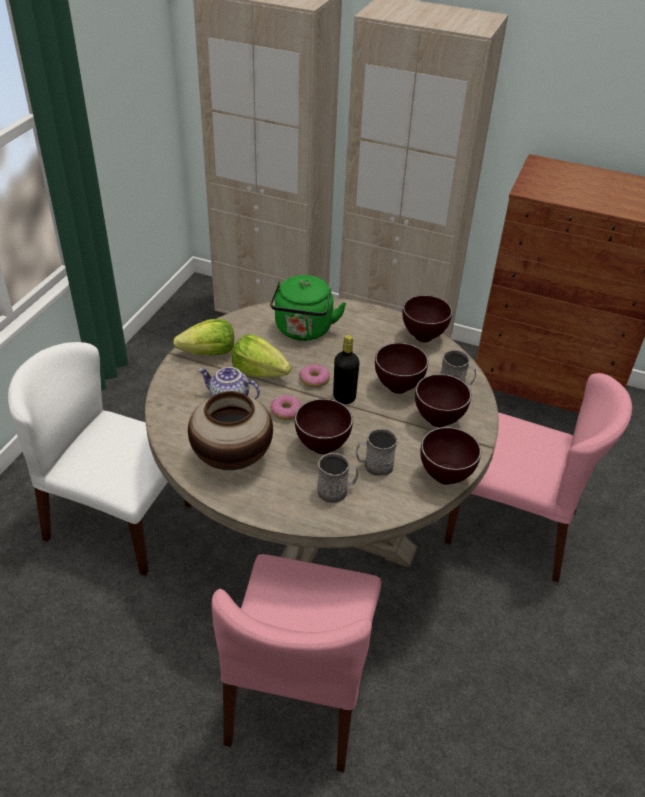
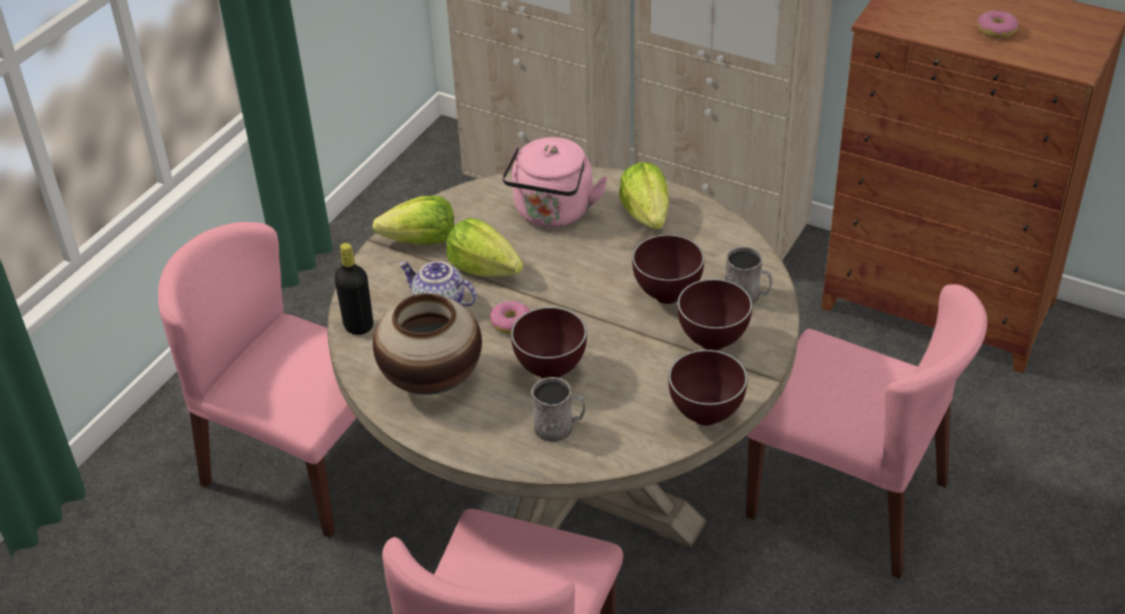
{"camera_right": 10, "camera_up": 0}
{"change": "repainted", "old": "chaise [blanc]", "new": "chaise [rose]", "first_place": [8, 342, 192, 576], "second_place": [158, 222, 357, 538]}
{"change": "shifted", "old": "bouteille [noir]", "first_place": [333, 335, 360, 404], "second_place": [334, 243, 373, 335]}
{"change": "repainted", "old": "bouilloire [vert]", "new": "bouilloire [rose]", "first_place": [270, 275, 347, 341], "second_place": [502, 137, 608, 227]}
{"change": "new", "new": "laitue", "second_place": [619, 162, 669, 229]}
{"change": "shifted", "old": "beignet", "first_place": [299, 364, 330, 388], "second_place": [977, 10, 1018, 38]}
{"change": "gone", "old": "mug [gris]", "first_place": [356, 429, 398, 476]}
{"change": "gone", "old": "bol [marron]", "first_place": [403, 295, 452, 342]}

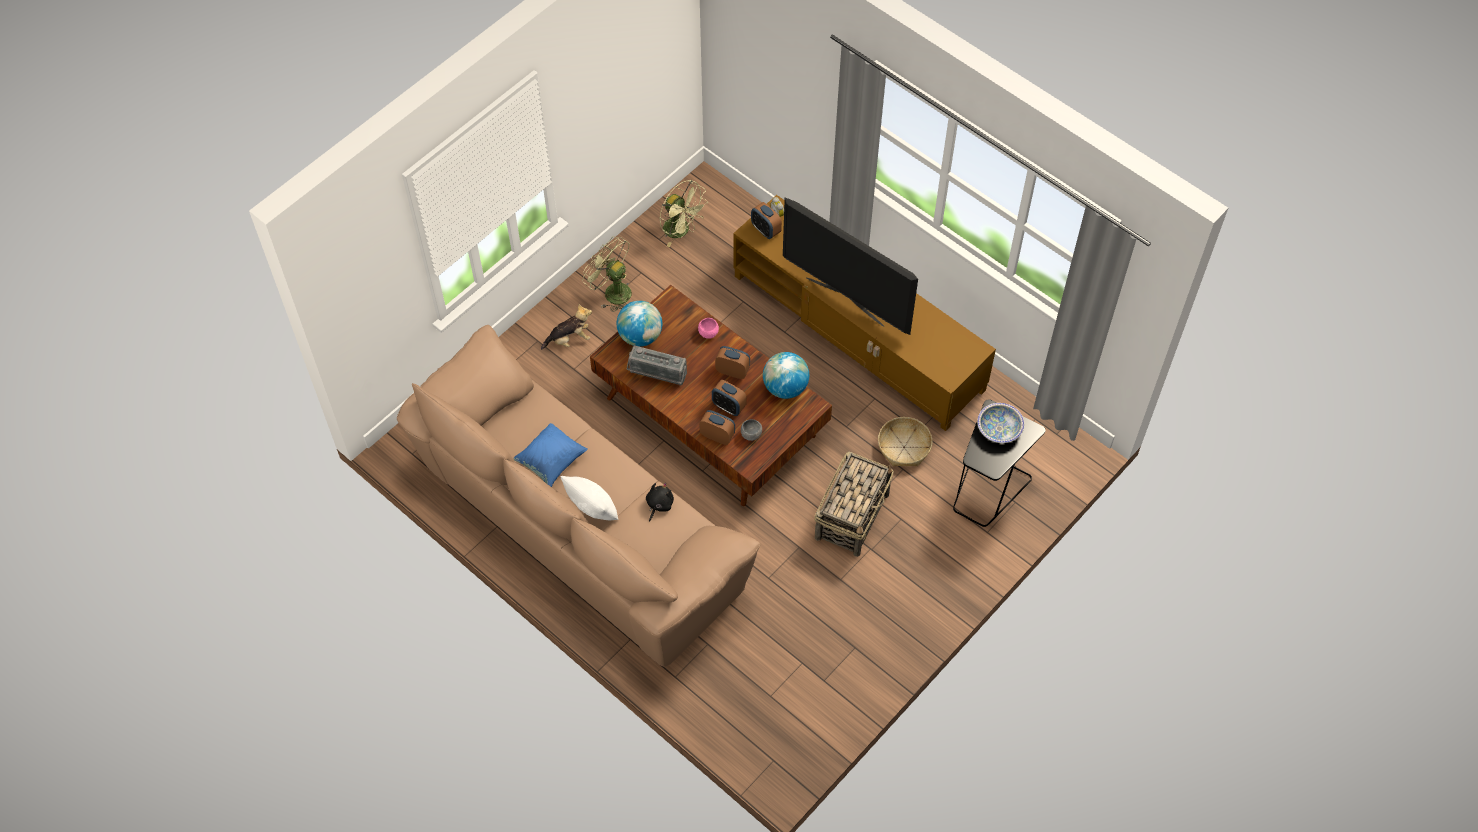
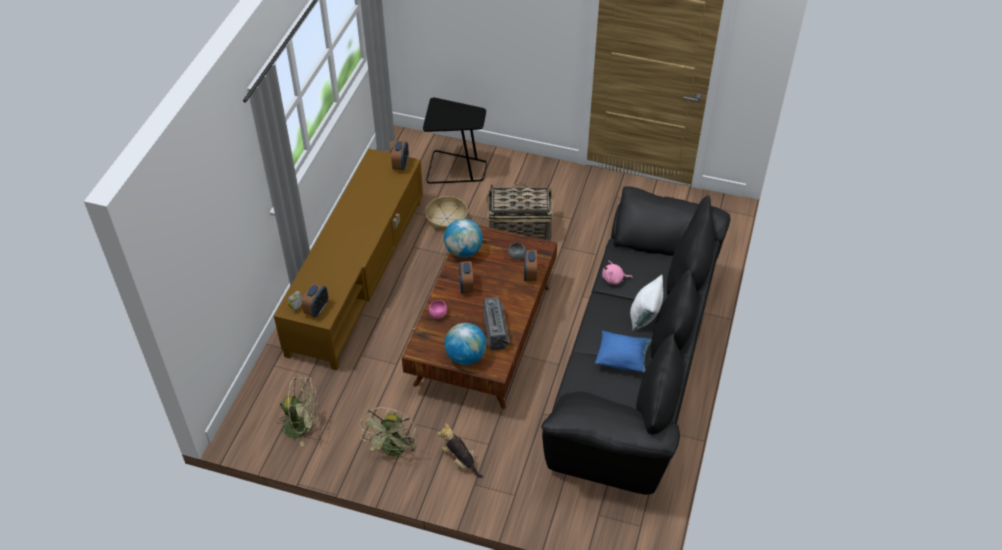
{"camera_right": -115, "camera_up": -10}
{"change": "rotated", "old": "ventilateur [vert]", "first_place": [659, 180, 707, 247], "second_place": [277, 376, 318, 447], "degrees": 75}
{"change": "shifted", "old": "réveil", "first_place": [712, 380, 747, 416], "second_place": [391, 141, 409, 170]}
{"change": "repainted", "old": "canapé [beige]", "new": "canapé [noir]", "first_place": [397, 325, 761, 667], "second_place": [541, 186, 730, 495]}
{"change": "repainted", "old": "peluche [noir]", "new": "peluche [rose]", "first_place": [646, 483, 674, 522], "second_place": [602, 261, 633, 285]}
{"change": "gone", "old": "téléviseur", "first_place": [783, 198, 918, 335]}
{"change": "gone", "old": "bol", "first_place": [977, 403, 1024, 443]}

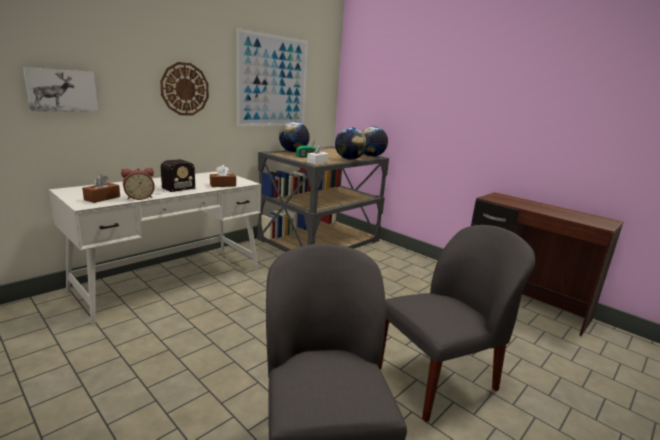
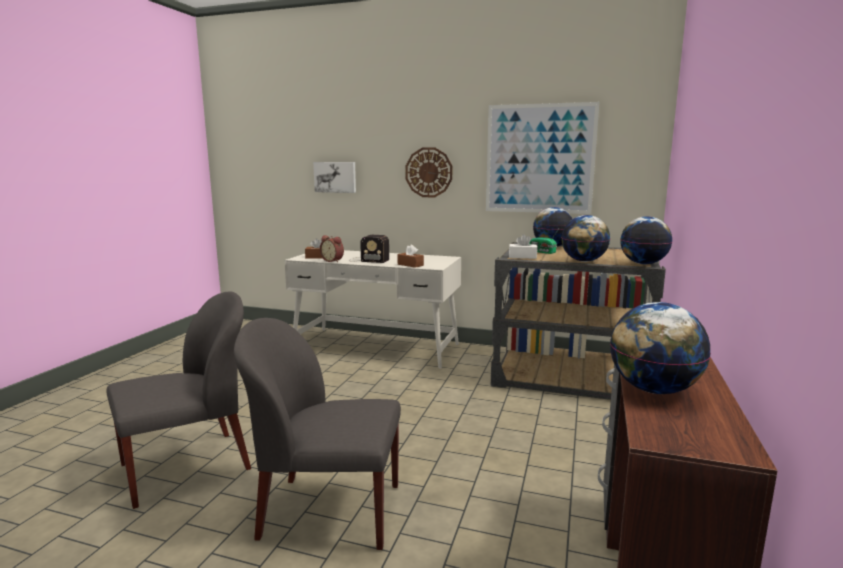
{"camera_right": 65, "camera_up": -5}
{"change": "rotated", "old": "chaise [gris]", "first_place": [379, 225, 535, 422], "second_place": [234, 318, 401, 550], "degrees": 150}
{"change": "new", "new": "globe", "second_place": [610, 302, 711, 394]}

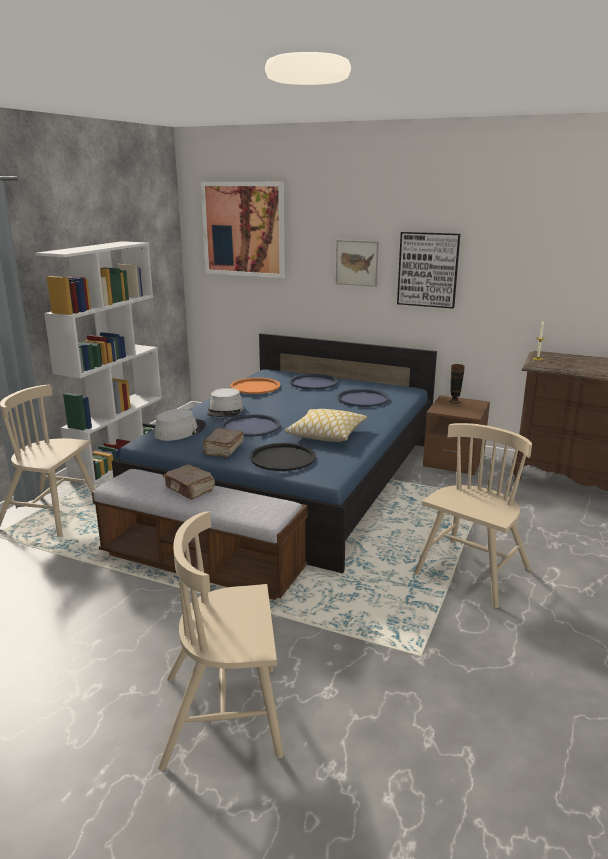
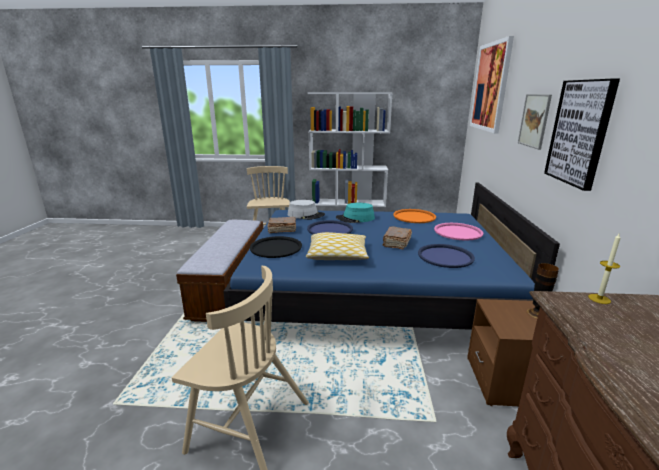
{"camera_right": 70, "camera_up": 0}
{"change": "repainted", "old": "chapeau [gris]", "new": "chapeau [turquoise]", "first_place": [207, 388, 243, 417], "second_place": [336, 203, 375, 223]}
{"change": "shifted", "old": "livre [marron]", "first_place": [163, 464, 215, 499], "second_place": [382, 226, 412, 250]}
{"change": "repainted", "old": "plateau [bleu]", "new": "plateau [rose]", "first_place": [290, 374, 338, 390], "second_place": [434, 223, 483, 241]}
{"change": "gone", "old": "chaise [beige]", "first_place": [158, 512, 284, 771]}

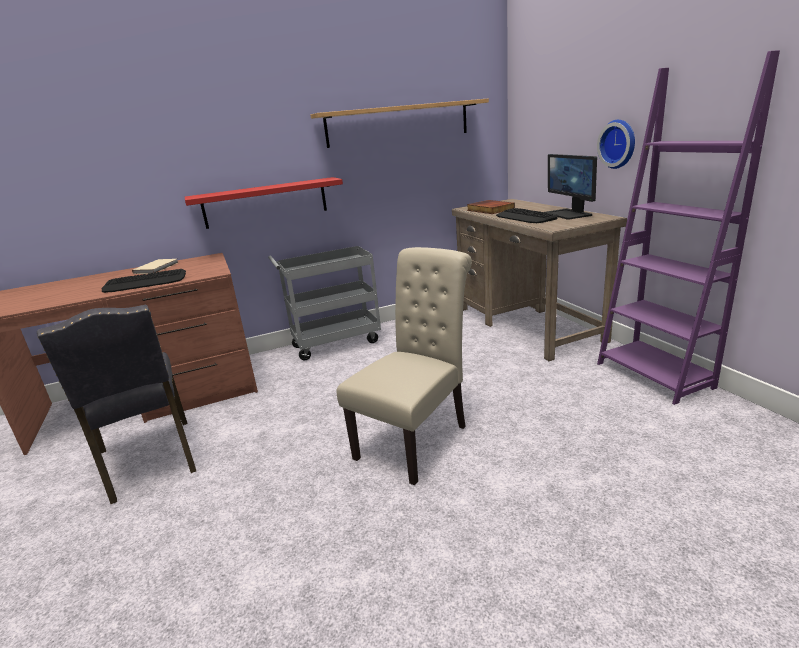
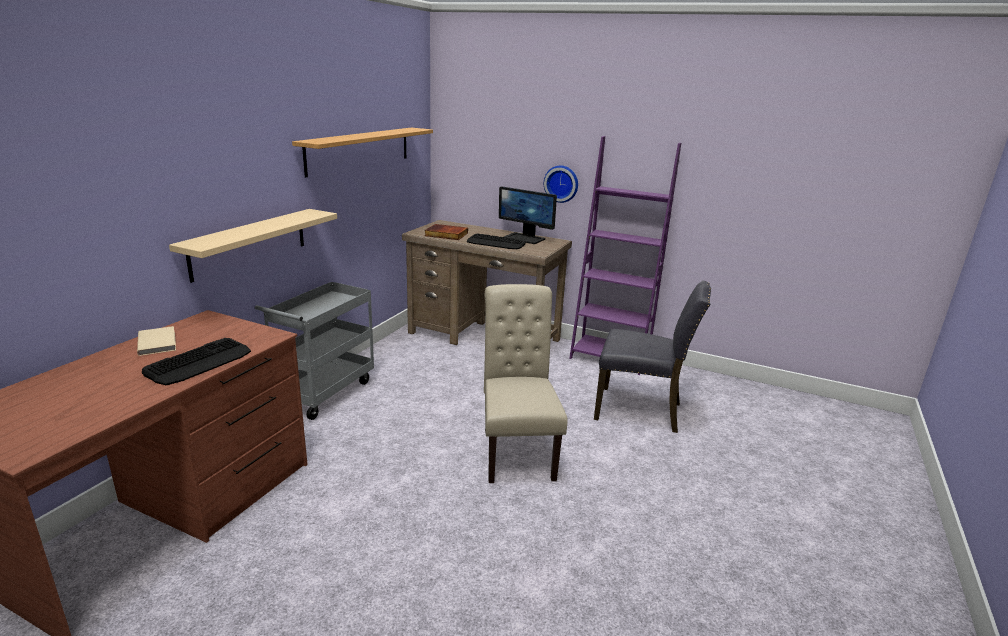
{"camera_right": -45, "camera_up": 0}
{"change": "repainted", "old": "étagère [rouge]", "new": "étagère [beige]", "first_place": [185, 177, 343, 229], "second_place": [169, 209, 337, 283]}
{"change": "shifted", "old": "chaise [gris]", "first_place": [37, 305, 196, 504], "second_place": [594, 281, 711, 433]}

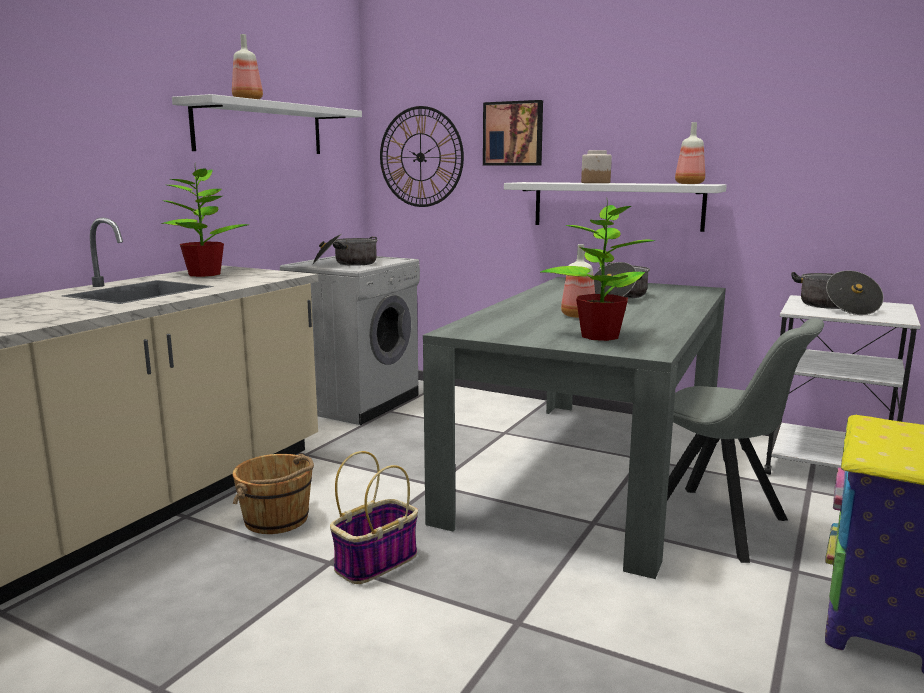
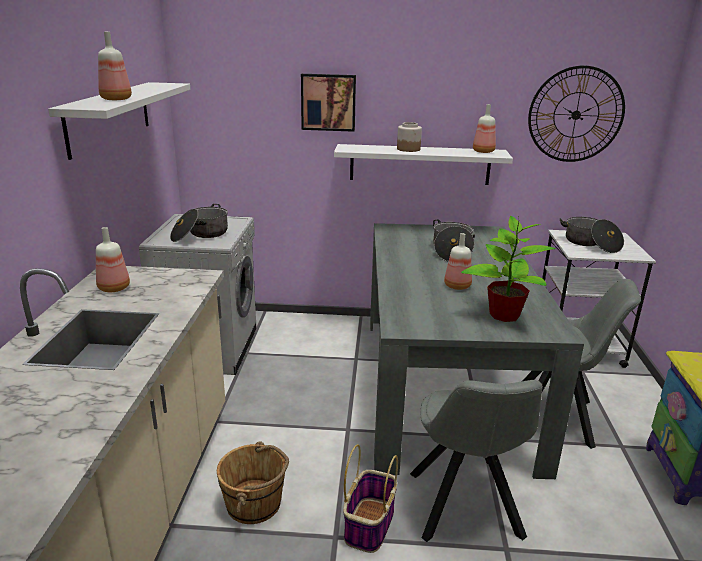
{"camera_right": -25, "camera_up": 10}
{"change": "swapped", "old": "plante en pot", "new": "bouteille", "first_place": [161, 168, 250, 277], "second_place": [96, 227, 130, 292]}
{"change": "new", "new": "chaise [gris]", "second_place": [410, 380, 543, 542]}
{"change": "shifted", "old": "horloge murale", "first_place": [380, 106, 464, 207], "second_place": [528, 66, 625, 162]}

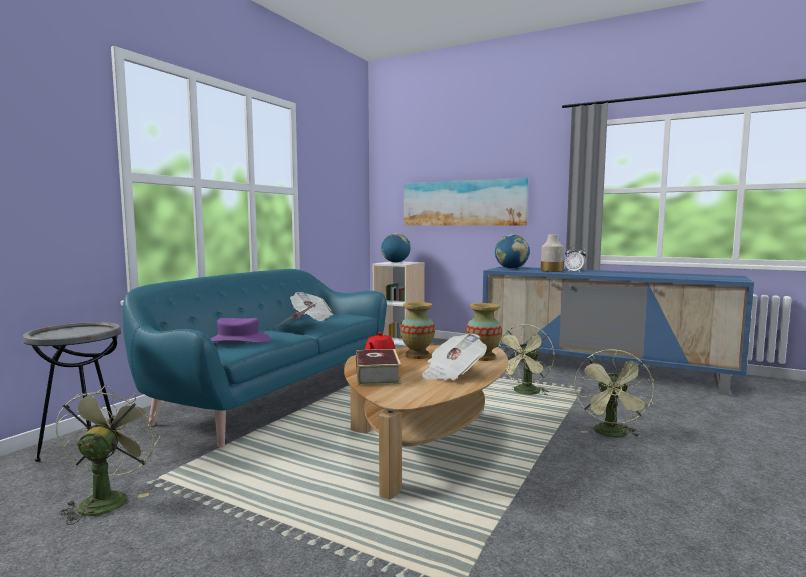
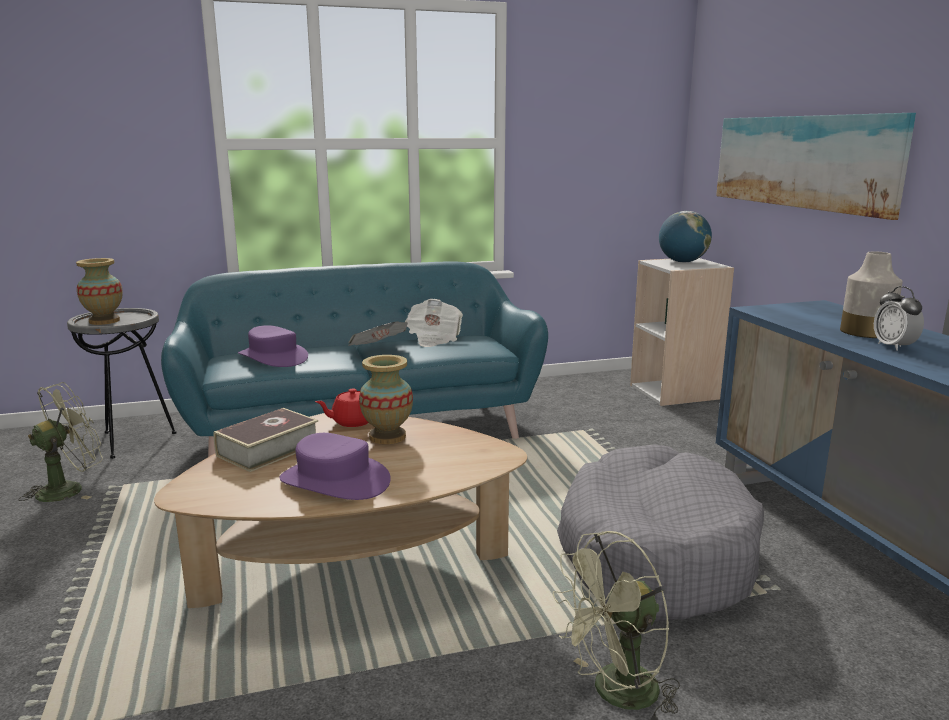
{"camera_right": 45, "camera_up": 10}
{"change": "shifted", "old": "vase", "first_place": [466, 303, 502, 361], "second_place": [76, 258, 123, 325]}
{"change": "swapped", "old": "journal", "new": "chapeau [violet]", "first_place": [422, 333, 487, 380], "second_place": [279, 433, 391, 500]}
{"change": "swapped", "old": "ventilateur [vert]", "new": "panier pour chien [gris]", "first_place": [498, 324, 554, 395], "second_place": [557, 444, 764, 621]}
{"change": "gone", "old": "globe", "first_place": [495, 234, 530, 269]}

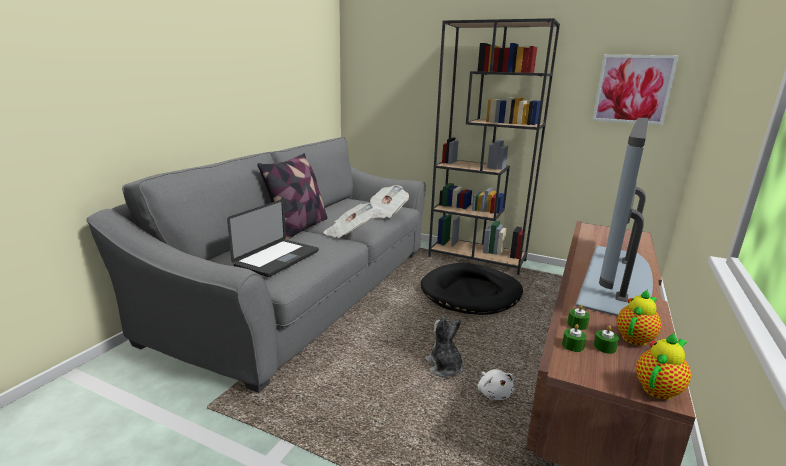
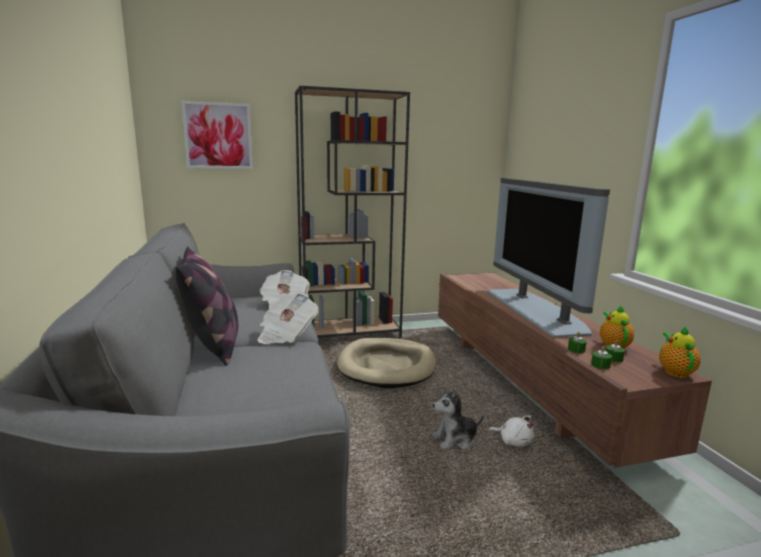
{"camera_right": -40, "camera_up": -5}
{"change": "shifted", "old": "tableau", "first_place": [592, 55, 679, 125], "second_place": [181, 101, 253, 169]}
{"change": "repainted", "old": "panier pour chien [noir]", "new": "panier pour chien [beige]", "first_place": [421, 263, 523, 315], "second_place": [337, 338, 436, 388]}
{"change": "rotated", "old": "peluche", "first_place": [426, 317, 463, 377], "second_place": [432, 387, 484, 449], "degrees": -45}
{"change": "gone", "old": "ordinateur portable", "first_place": [227, 199, 319, 277]}

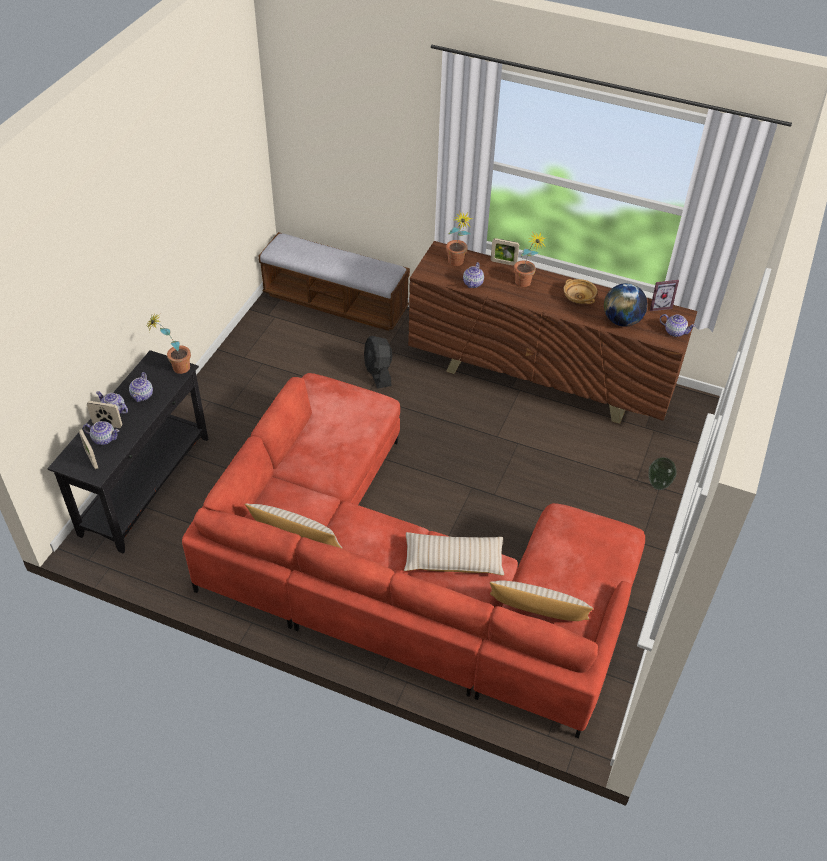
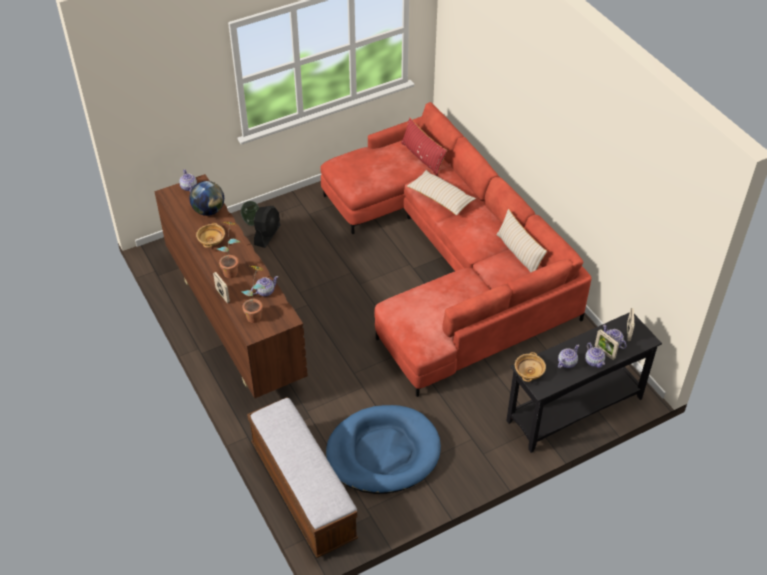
{"camera_right": -140, "camera_up": 0}
{"change": "shifted", "old": "ventilateur [noir]", "first_place": [364, 336, 392, 389], "second_place": [254, 206, 281, 248]}
{"change": "new", "new": "panier pour chien [bleu]", "second_place": [326, 405, 441, 494]}
{"change": "repainted", "old": "coussin [beige]", "new": "coussin [rouge]", "first_place": [490, 580, 593, 621], "second_place": [401, 118, 447, 176]}
{"change": "swapped", "old": "plante en pot", "new": "bol [beige]", "first_place": [146, 313, 191, 374], "second_place": [515, 352, 546, 382]}
{"change": "gone", "old": "cadre photo", "first_place": [650, 280, 679, 311]}

